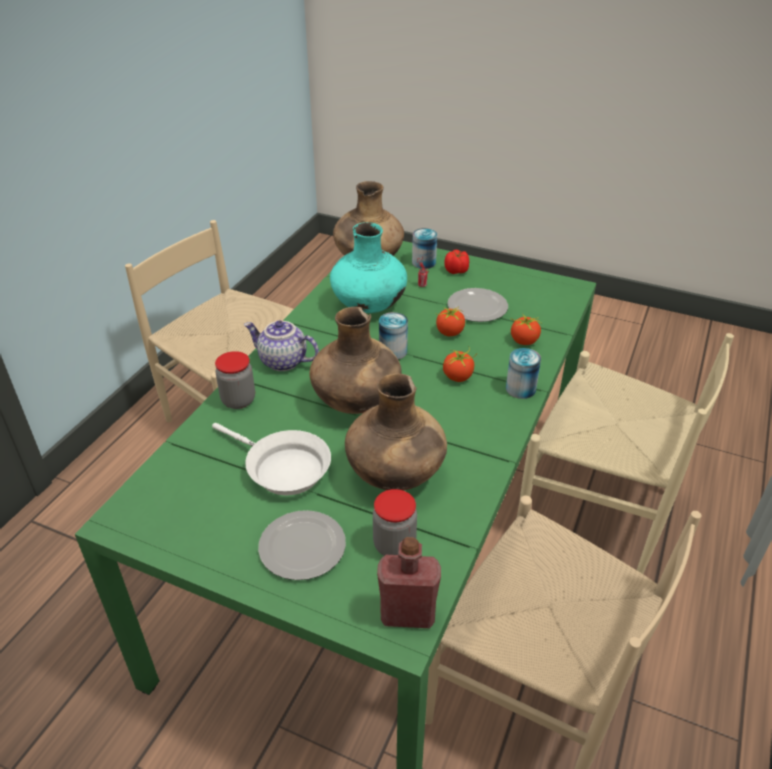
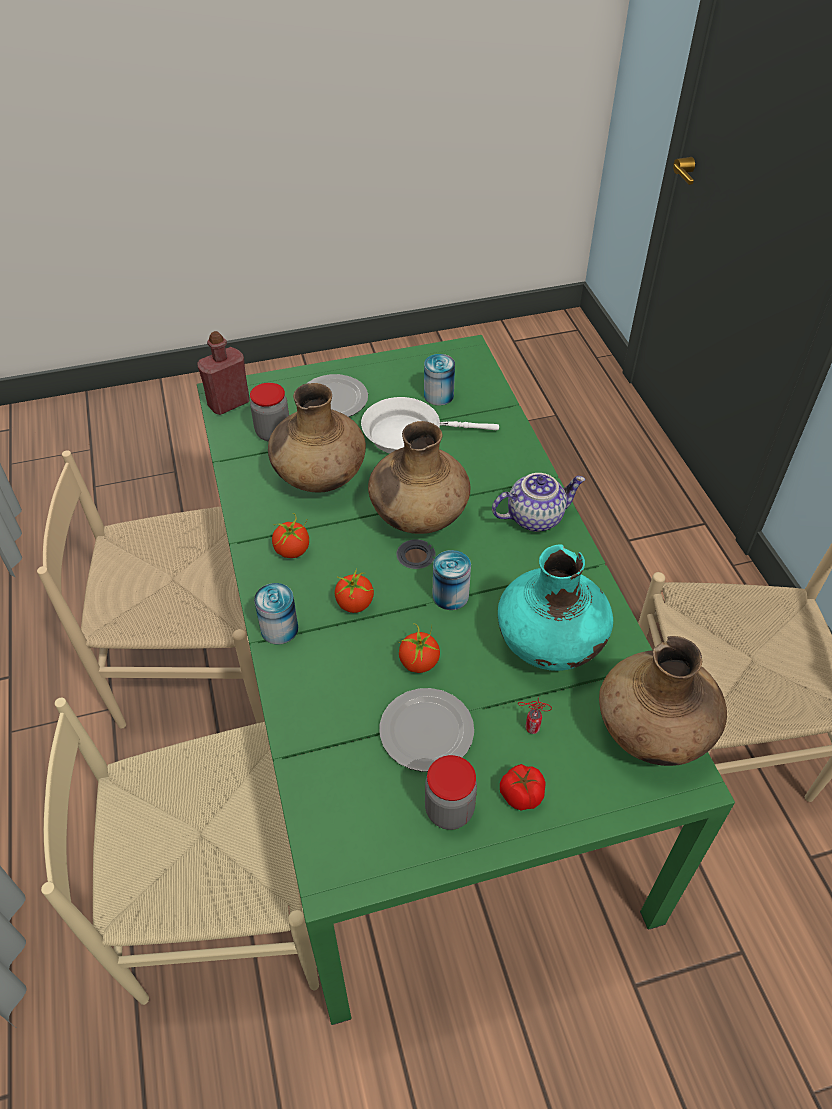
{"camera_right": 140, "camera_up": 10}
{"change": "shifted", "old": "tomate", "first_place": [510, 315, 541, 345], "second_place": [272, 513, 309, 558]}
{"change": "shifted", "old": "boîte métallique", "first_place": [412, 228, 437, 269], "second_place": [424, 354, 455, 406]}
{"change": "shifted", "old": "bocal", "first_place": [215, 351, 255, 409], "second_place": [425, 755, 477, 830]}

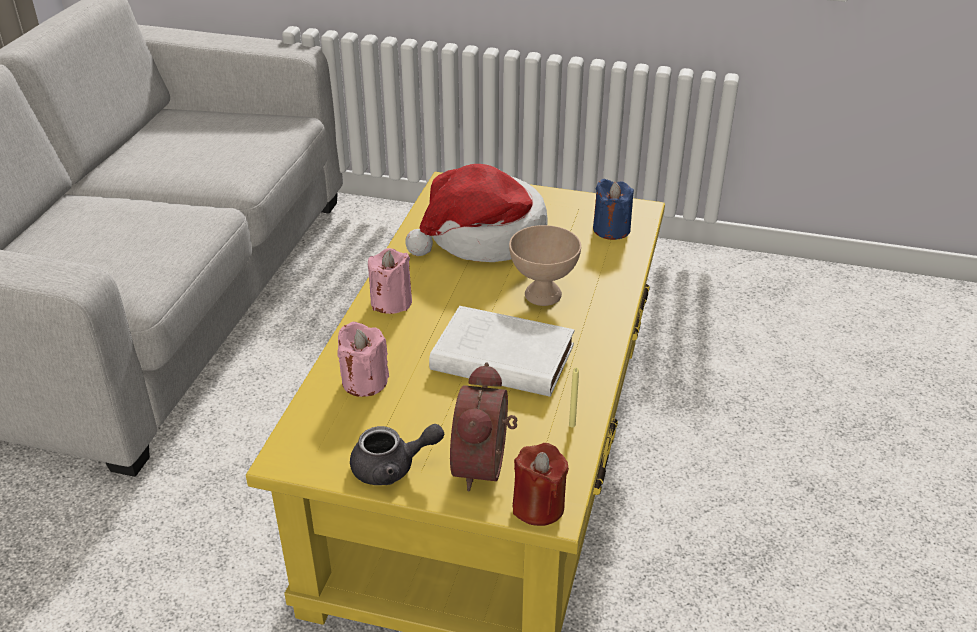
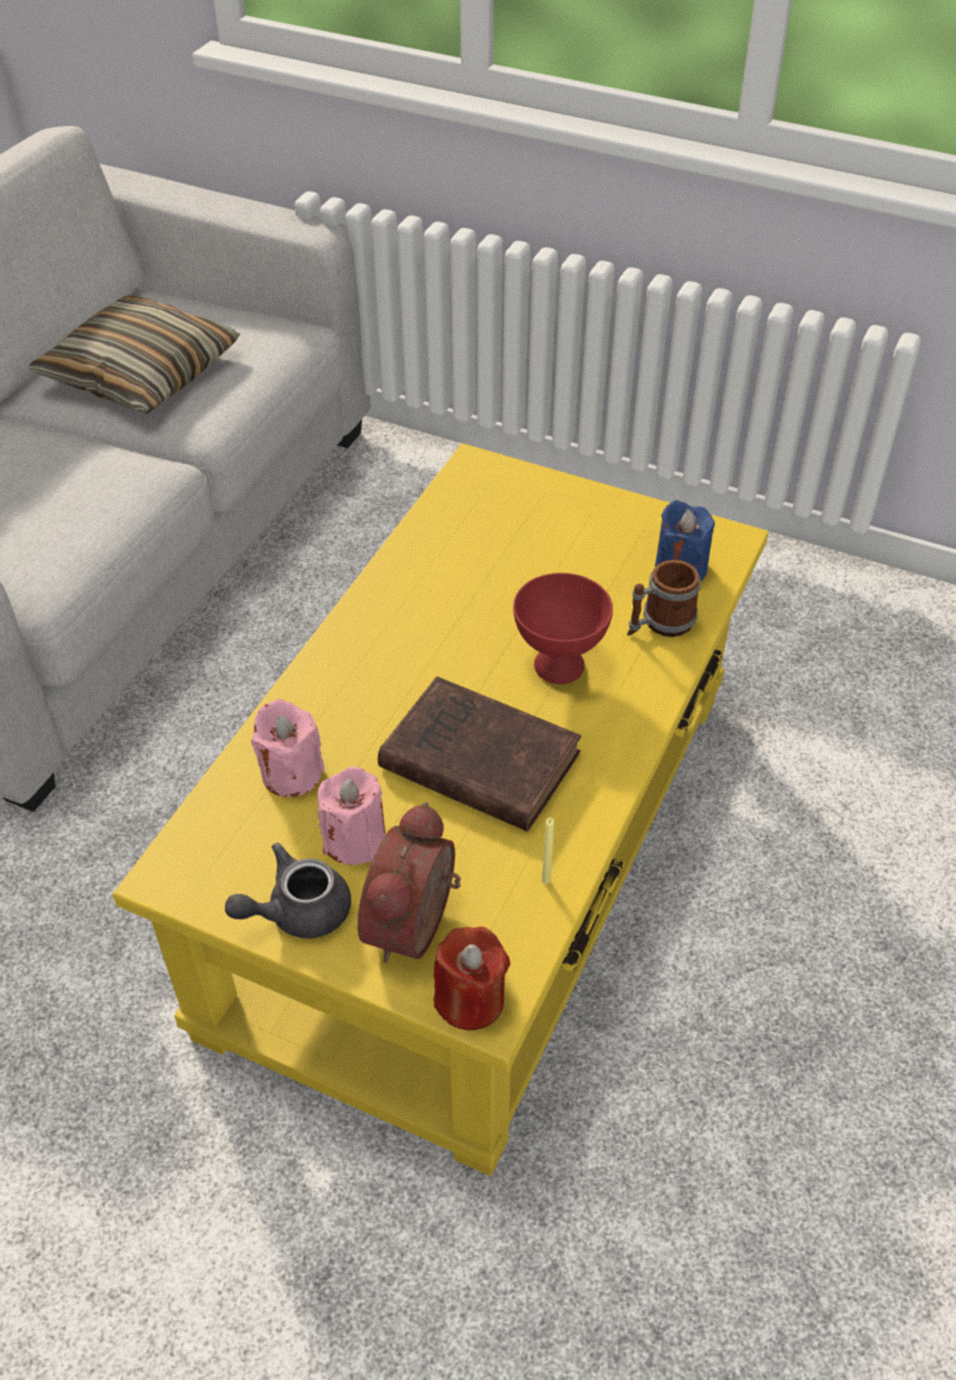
{"camera_right": 10, "camera_up": 10}
{"change": "new", "new": "coussin", "second_place": [29, 295, 240, 414]}
{"change": "rotated", "old": "théière [gris]", "first_place": [350, 424, 444, 485], "second_place": [225, 843, 351, 939], "degrees": 150}
{"change": "shifted", "old": "bougie [rose]", "first_place": [368, 248, 412, 314], "second_place": [317, 766, 386, 865]}
{"change": "repainted", "old": "livre [blanc]", "new": "livre [marron]", "first_place": [429, 306, 575, 397], "second_place": [378, 677, 582, 832]}
{"change": "repainted", "old": "bol [beige]", "new": "bol [rouge]", "first_place": [509, 225, 581, 306], "second_place": [513, 573, 613, 684]}
{"change": "new", "new": "mug", "second_place": [627, 560, 700, 637]}
{"change": "gone", "old": "chapeau", "first_place": [405, 164, 548, 262]}

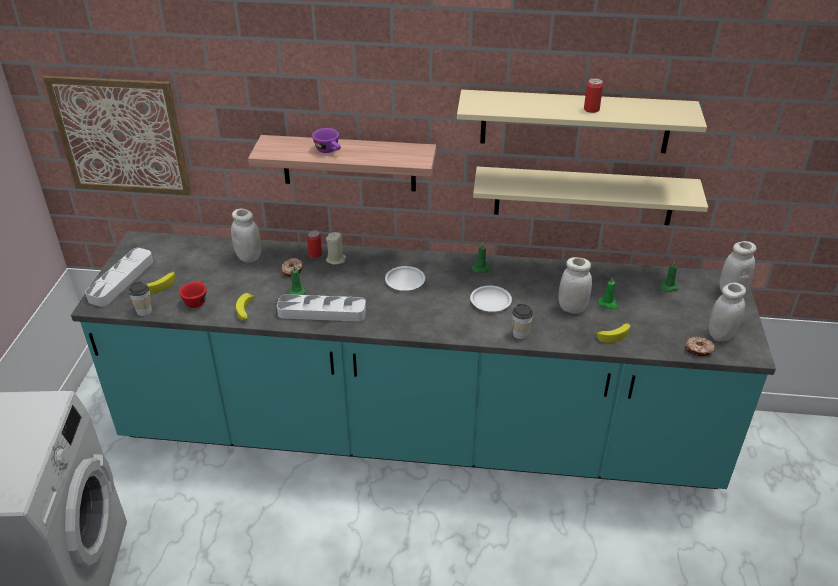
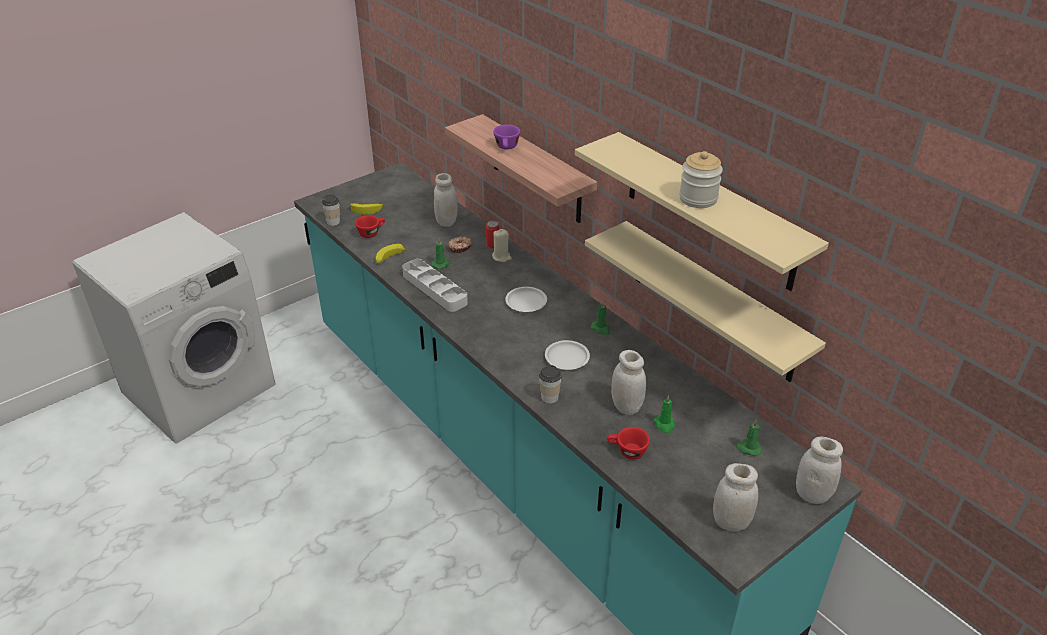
{"camera_right": 45, "camera_up": 0}
{"change": "swapped", "old": "banane", "new": "tasse [rouge]", "first_place": [594, 323, 630, 343], "second_place": [607, 427, 650, 460]}
{"change": "swapped", "old": "boîte métallique", "new": "bocal", "first_place": [584, 78, 603, 113], "second_place": [679, 151, 723, 208]}
{"change": "gone", "old": "tableau", "first_place": [43, 75, 192, 196]}
{"change": "gone", "old": "plateau [gris]", "first_place": [85, 248, 153, 307]}
{"change": "gone", "old": "beignet", "first_place": [686, 337, 715, 356]}

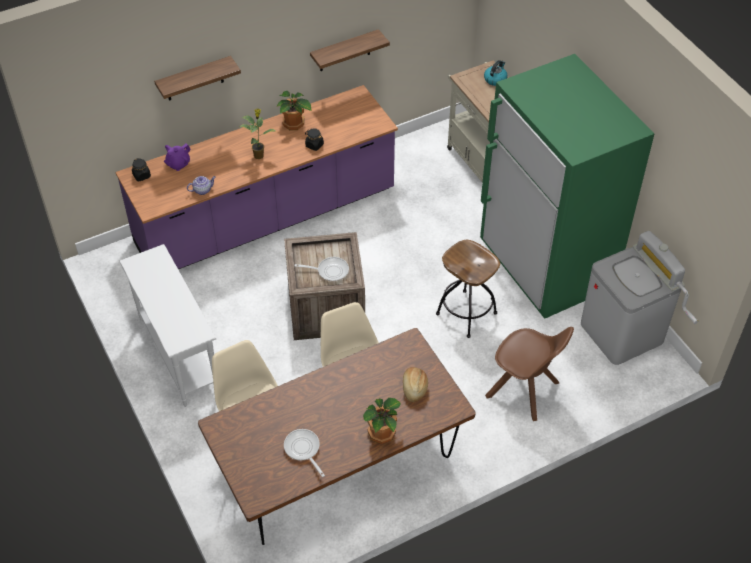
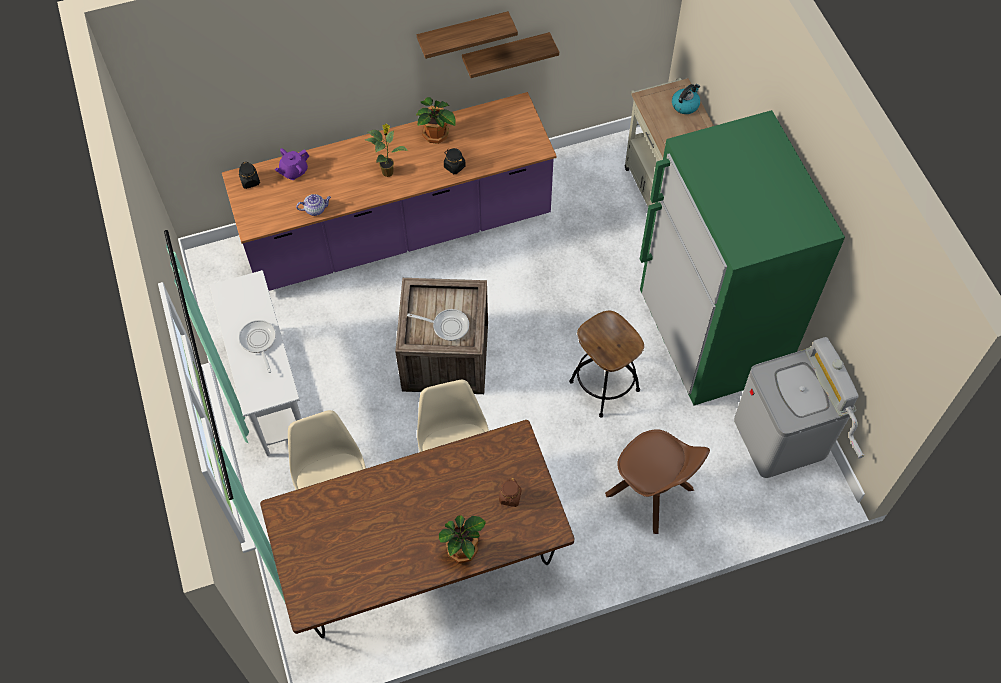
{"camera_right": 10, "camera_up": 10}
{"change": "shifted", "old": "poêle", "first_place": [284, 429, 325, 477], "second_place": [239, 320, 276, 373]}
{"change": "shifted", "old": "étagère", "first_place": [154, 56, 241, 101], "second_place": [417, 11, 518, 59]}
{"change": "swapped", "old": "pain", "new": "bocal [marron]", "first_place": [403, 367, 428, 402], "second_place": [499, 478, 522, 507]}

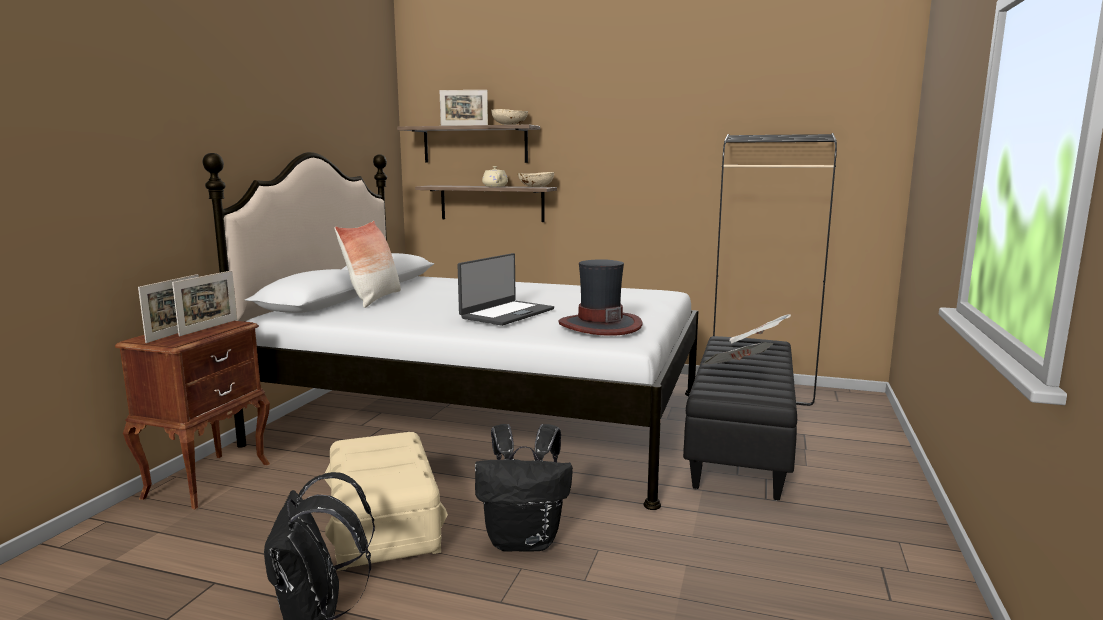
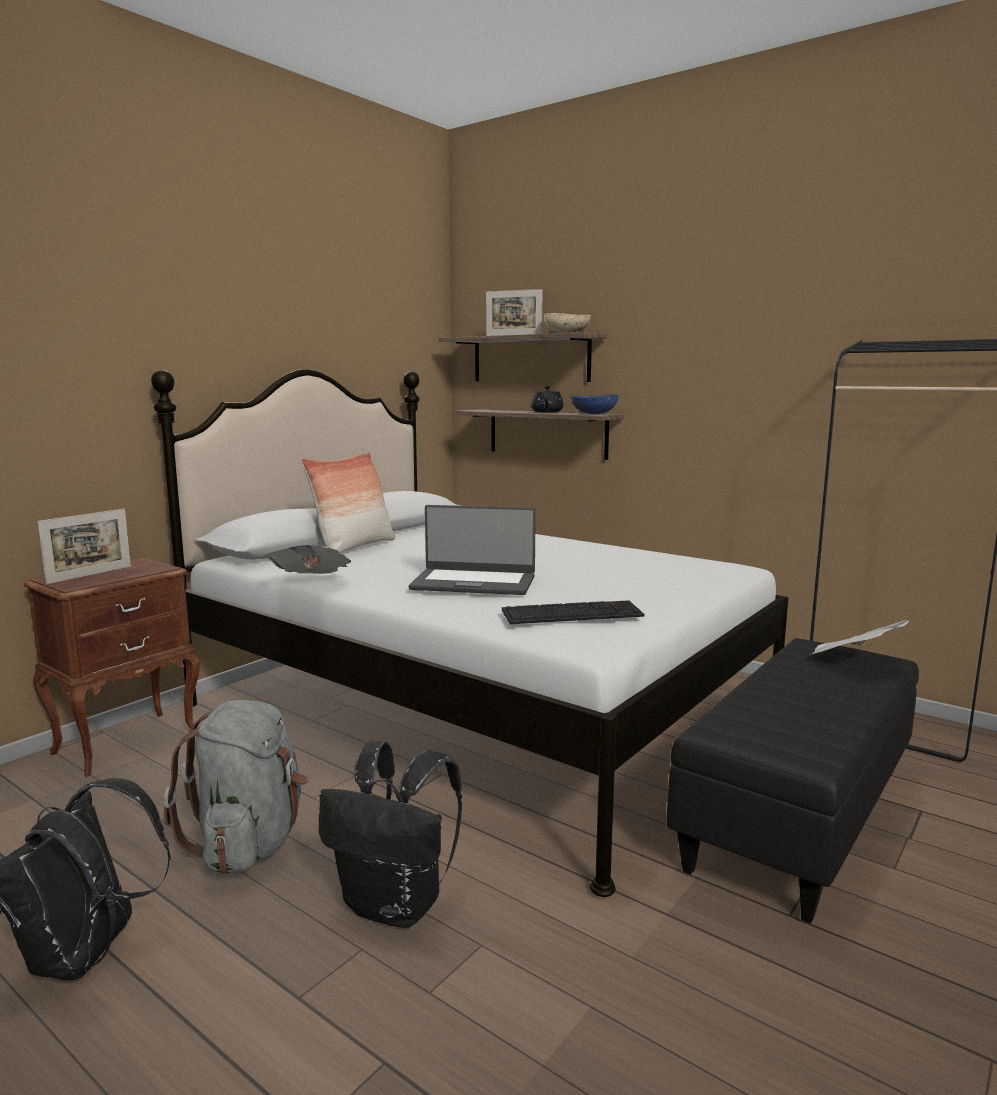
{"camera_right": 20, "camera_up": 0}
{"change": "swapped", "old": "boîte de rangement [beige]", "new": "sac à dos [gris]", "first_place": [324, 432, 448, 571], "second_place": [164, 700, 308, 874]}
{"change": "shifted", "old": "journal", "first_place": [703, 342, 773, 364], "second_place": [264, 545, 351, 574]}
{"change": "rotated", "old": "ordinateur portable", "first_place": [458, 253, 554, 326], "second_place": [409, 505, 536, 595], "degrees": 45}
{"change": "swapped", "old": "chapeau", "new": "clavier", "first_place": [558, 259, 643, 336], "second_place": [502, 600, 644, 624]}
{"change": "repainted", "old": "théière [beige]", "new": "théière [noir]", "first_place": [482, 166, 508, 187], "second_place": [531, 386, 563, 413]}
{"change": "repainted", "old": "bol [beige]", "new": "bol [bleu]", "first_place": [517, 172, 554, 187], "second_place": [570, 394, 618, 414]}
{"change": "gone", "old": "cadre photo", "first_place": [172, 270, 237, 336]}

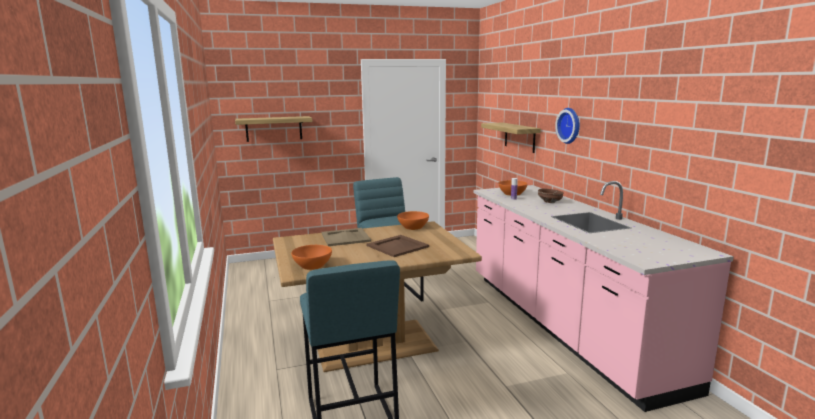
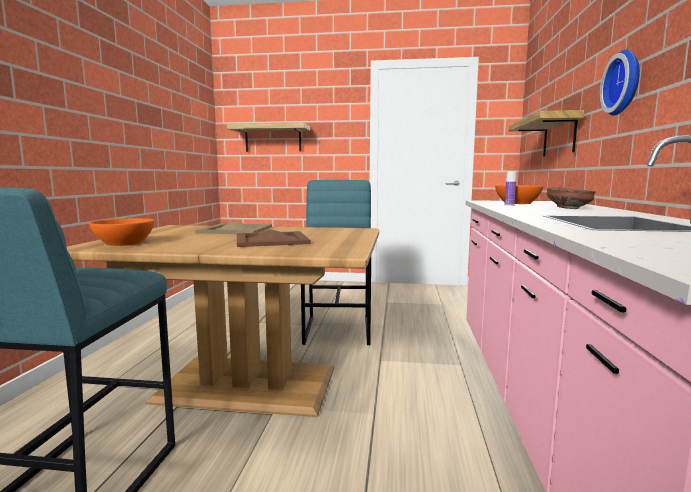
{"camera_right": 25, "camera_up": -5}
{"change": "gone", "old": "bol [orange]", "first_place": [397, 211, 429, 230]}

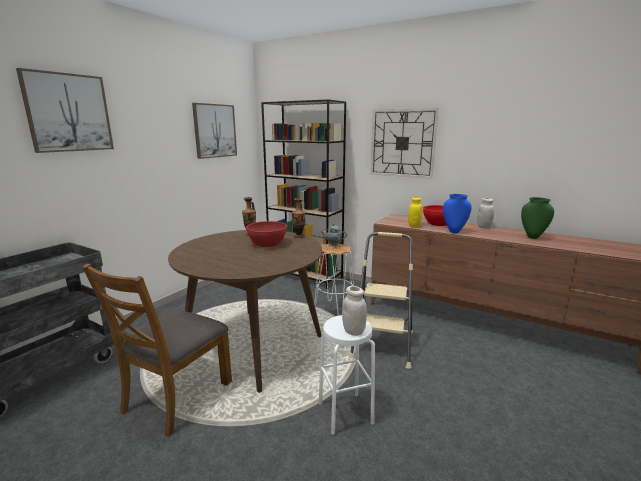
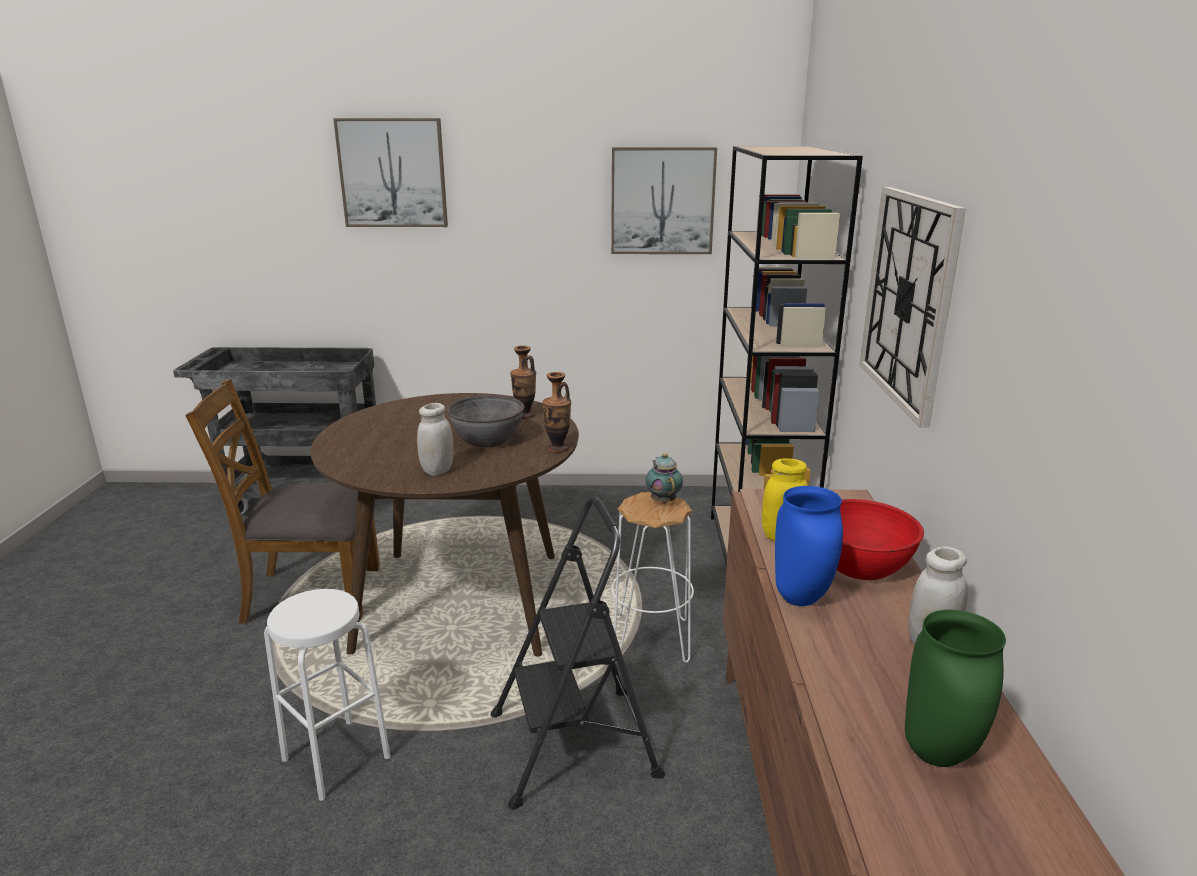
{"camera_right": 60, "camera_up": 5}
{"change": "shifted", "old": "bocal [blanc]", "first_place": [342, 286, 367, 336], "second_place": [417, 403, 453, 476]}
{"change": "repainted", "old": "bol [rouge]", "new": "bol [gris]", "first_place": [246, 221, 287, 247], "second_place": [447, 395, 524, 447]}
{"change": "repainted", "old": "escabeau [beige]", "new": "escabeau [noir]", "first_place": [349, 232, 413, 369], "second_place": [491, 497, 665, 810]}

